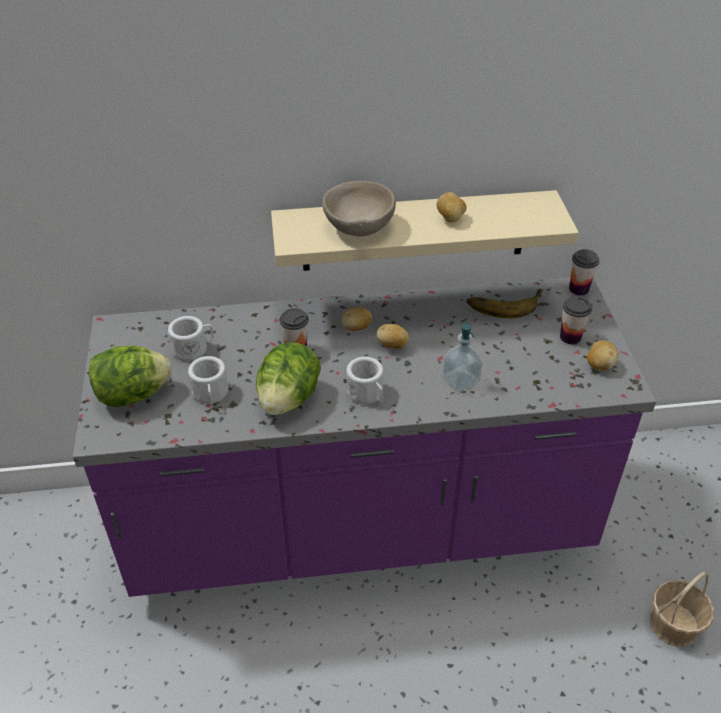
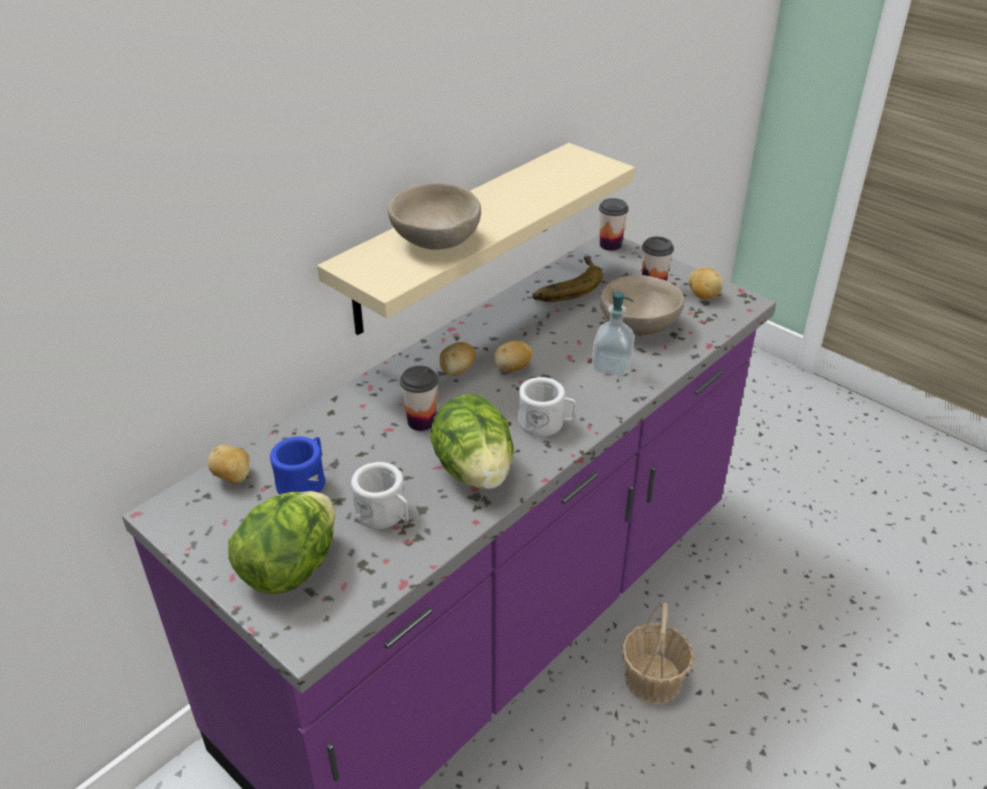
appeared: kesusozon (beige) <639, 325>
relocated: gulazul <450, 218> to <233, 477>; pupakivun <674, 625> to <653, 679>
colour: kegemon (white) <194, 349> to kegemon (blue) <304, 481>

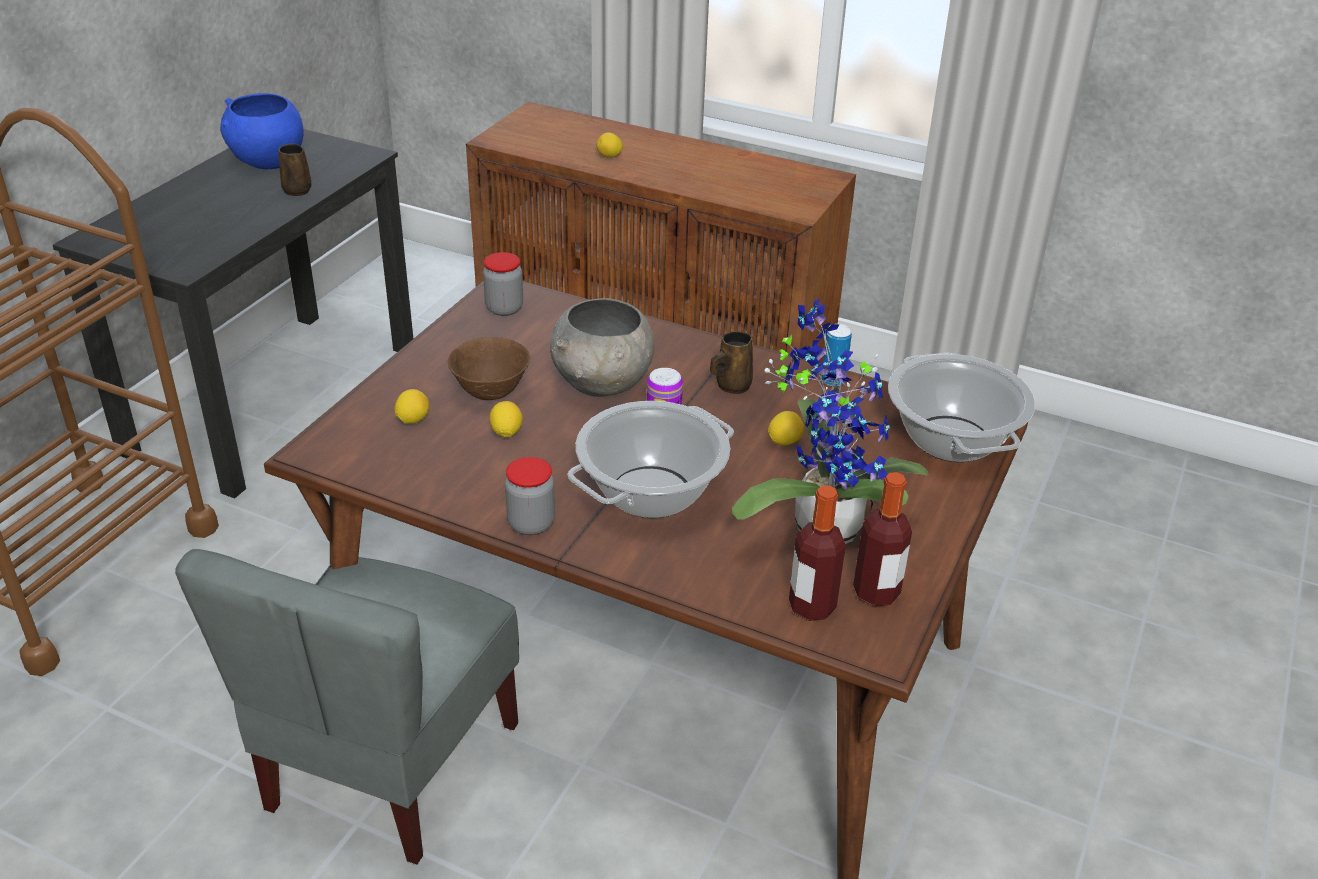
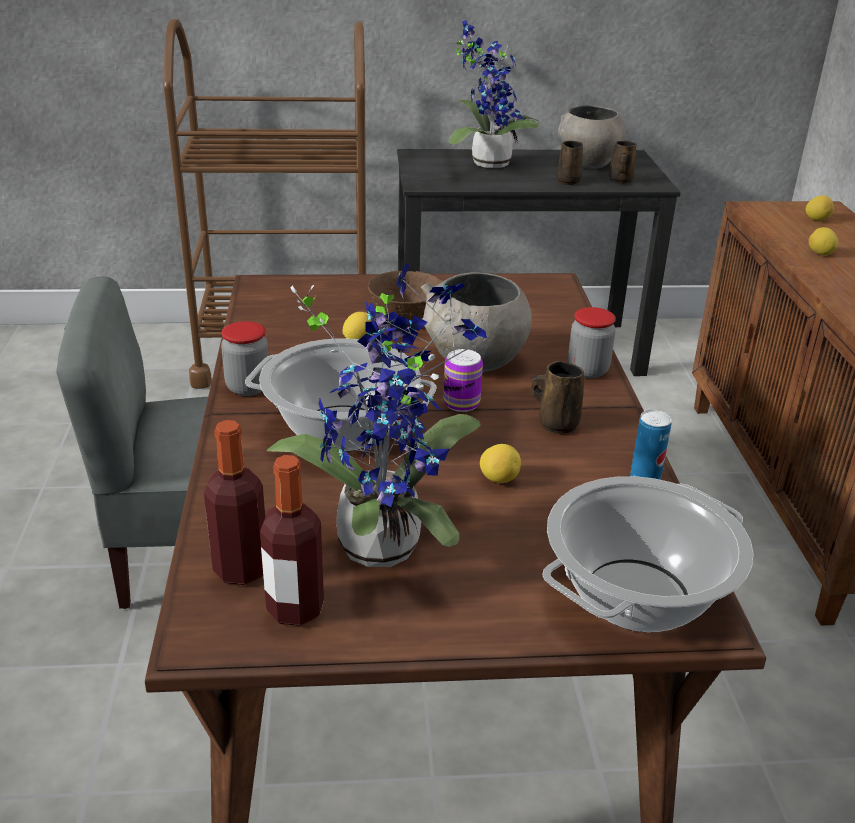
appeared: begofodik <486, 162>; kegemon (brown) <620, 181>
relocated: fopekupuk <504, 308> to <588, 370>; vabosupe <413, 420> to <816, 219>
colour: kesusozon (blue) <268, 162> to kesusozon (grey) <587, 163>

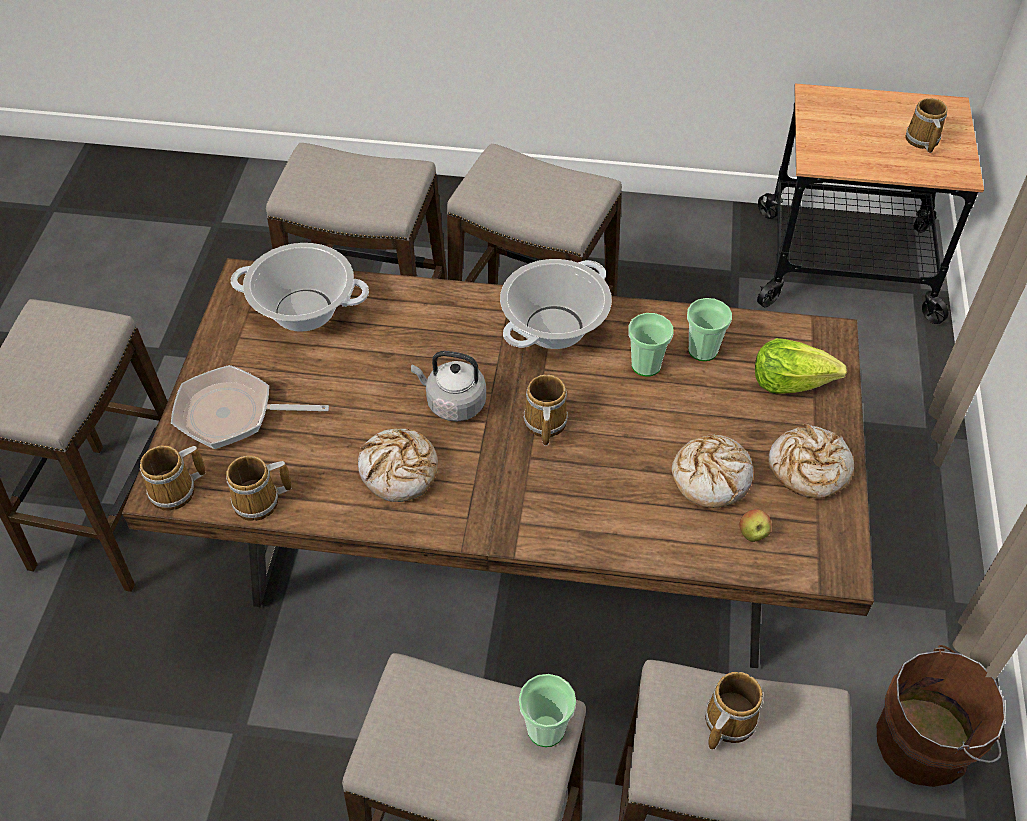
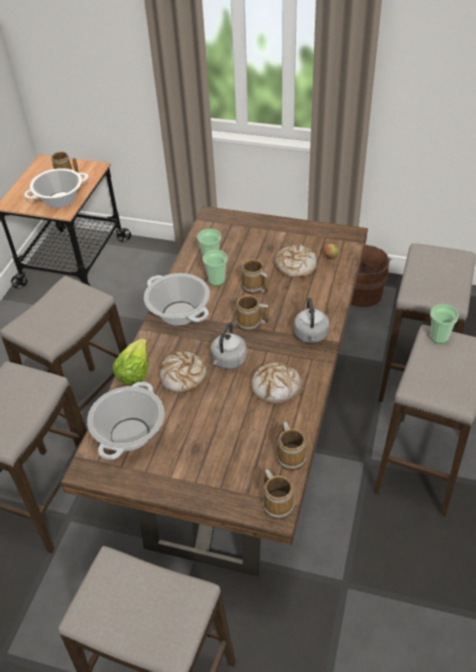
missing: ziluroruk <232, 414>
appeared: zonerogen <60, 200>; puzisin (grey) <311, 335>
relocated: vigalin <791, 381> to <134, 371>; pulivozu <808, 469> to <183, 377>; kegemon <726, 721> to <254, 287>

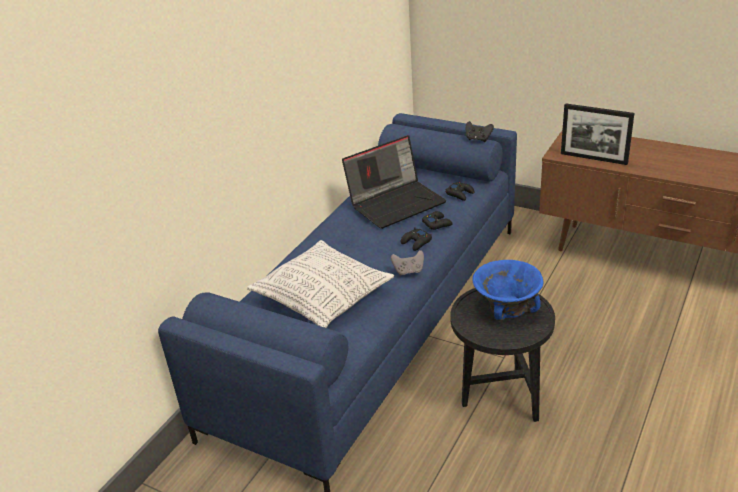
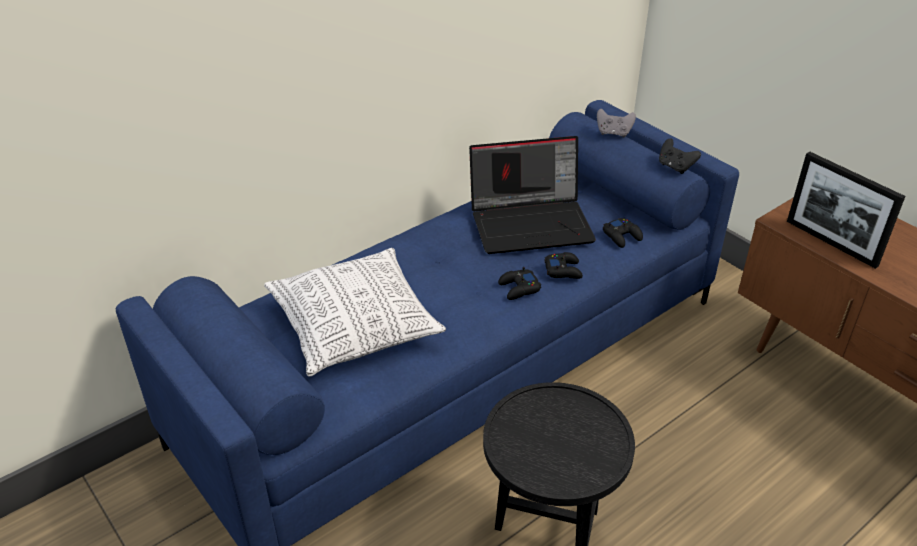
missing: kesusozon (blue) <507, 308>
relocated: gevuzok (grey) <408, 271> to <613, 133>

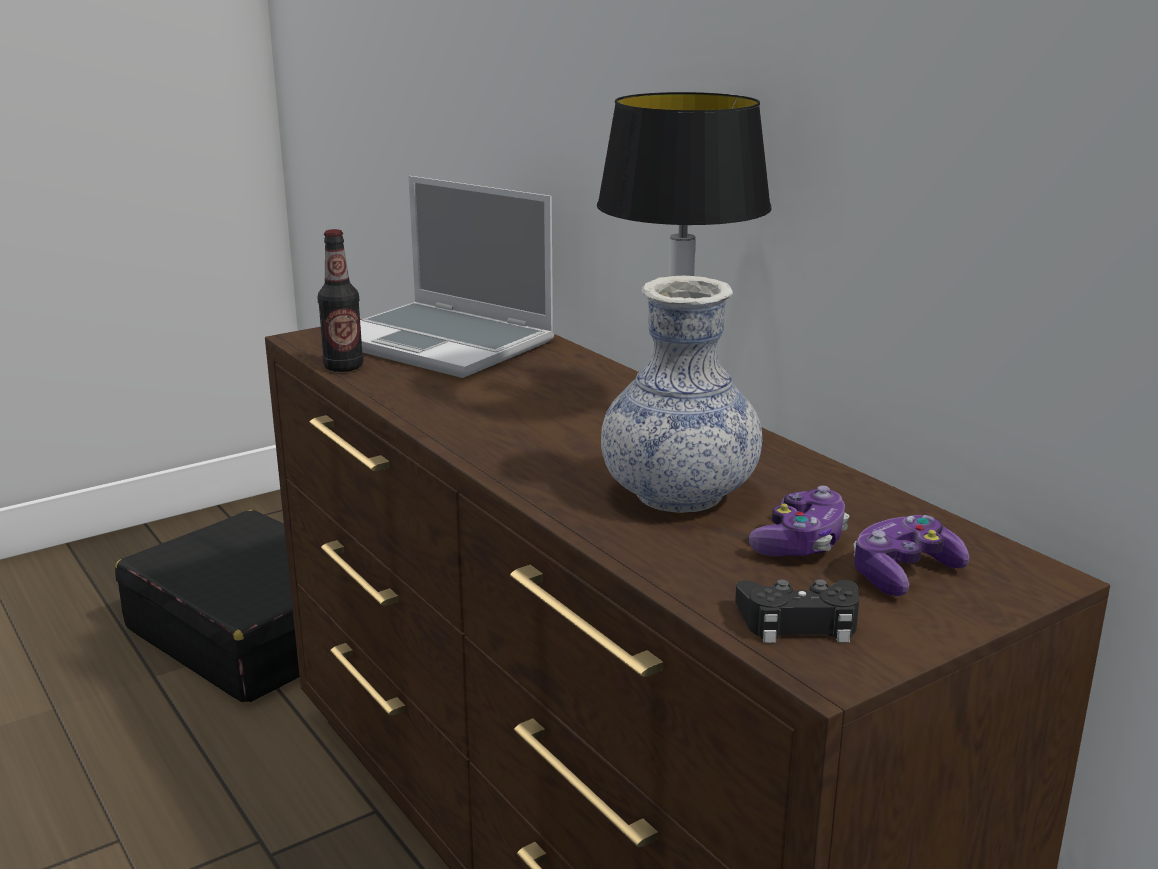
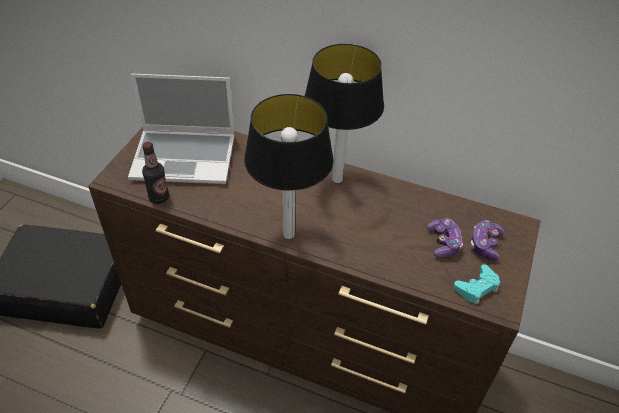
missing: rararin <679, 495>
appeared: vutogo <289, 234>
colour: gevuzok (black) <799, 622> to gevuzok (turquoise) <477, 288>

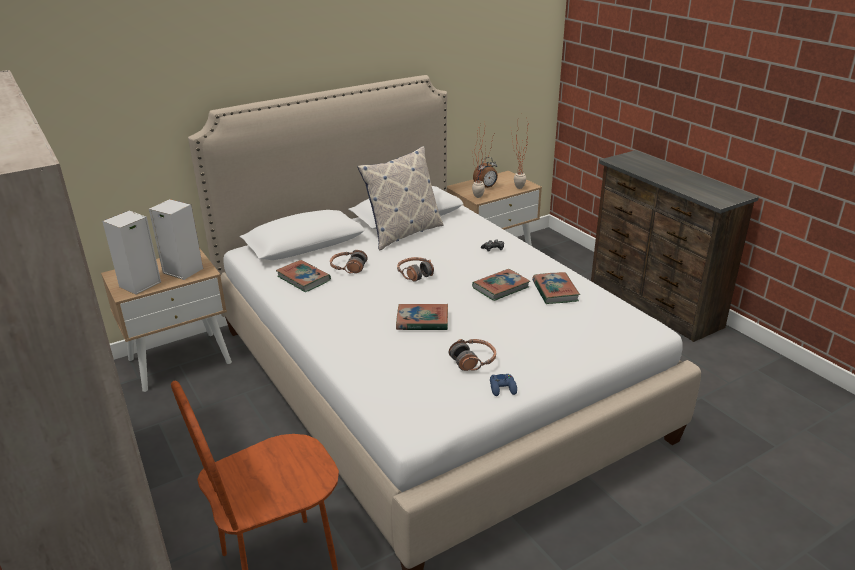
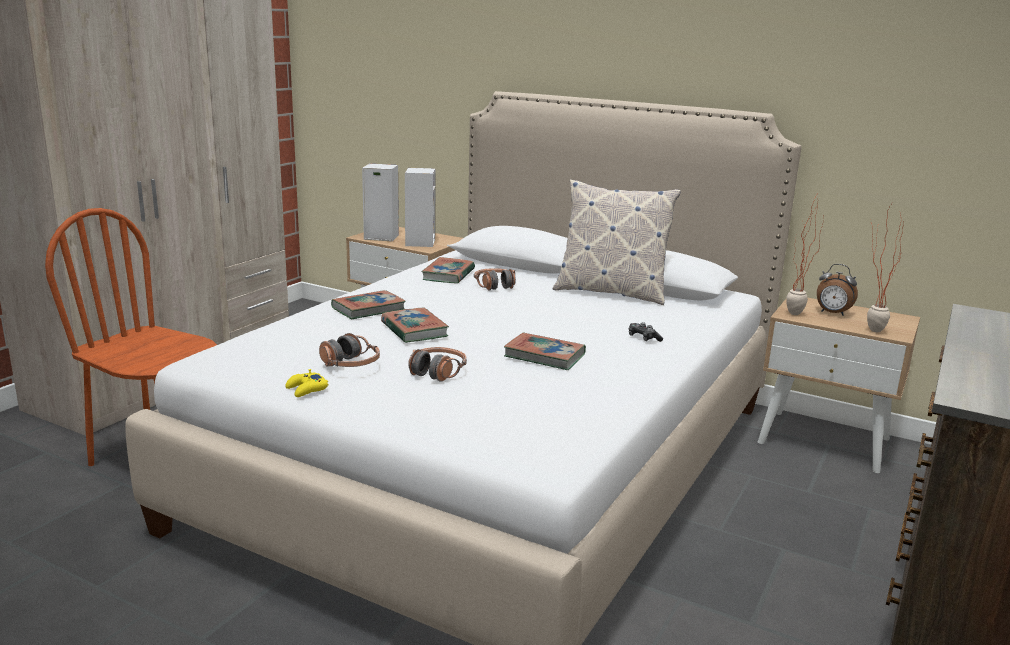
relocated: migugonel <415, 274> to <437, 372>; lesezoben <555, 291> to <368, 309>
colour: gevuzok (blue) <503, 388> to gevuzok (yellow) <306, 389>

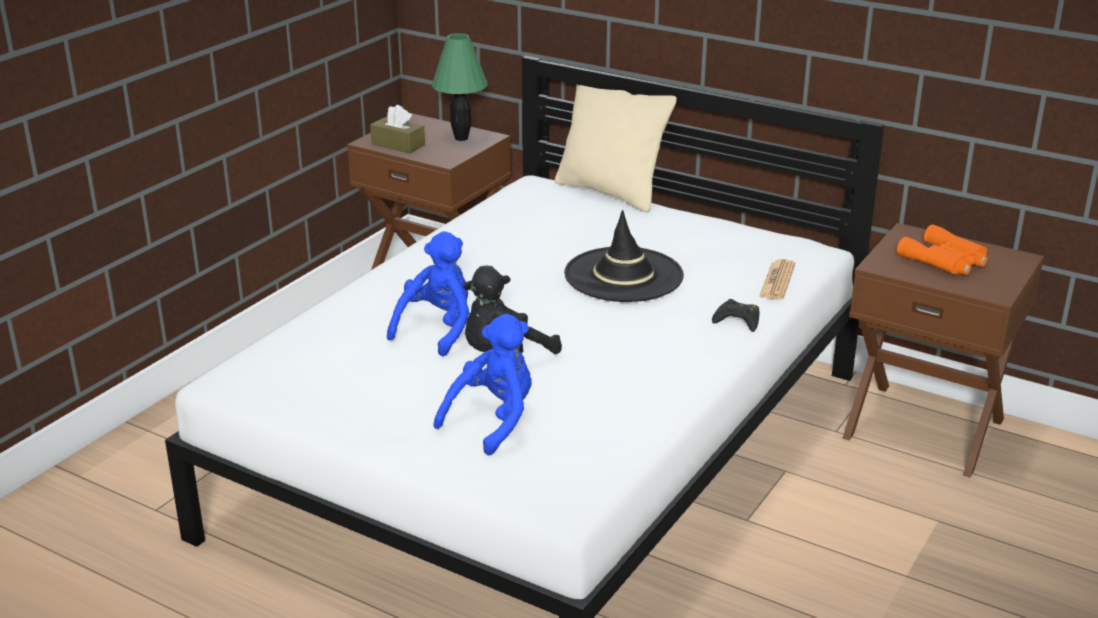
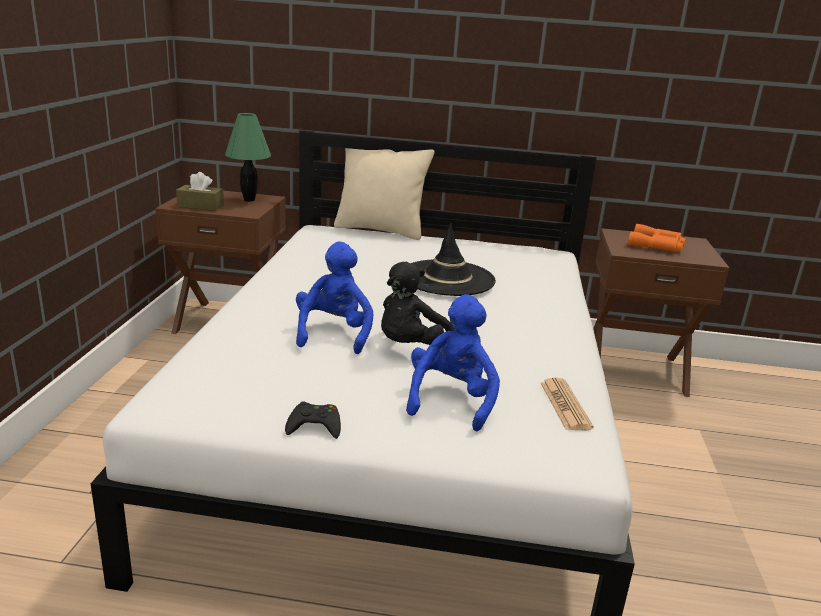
relocated: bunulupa <777, 281> to <565, 405>; gevuzok (black) <738, 320> to <315, 426>

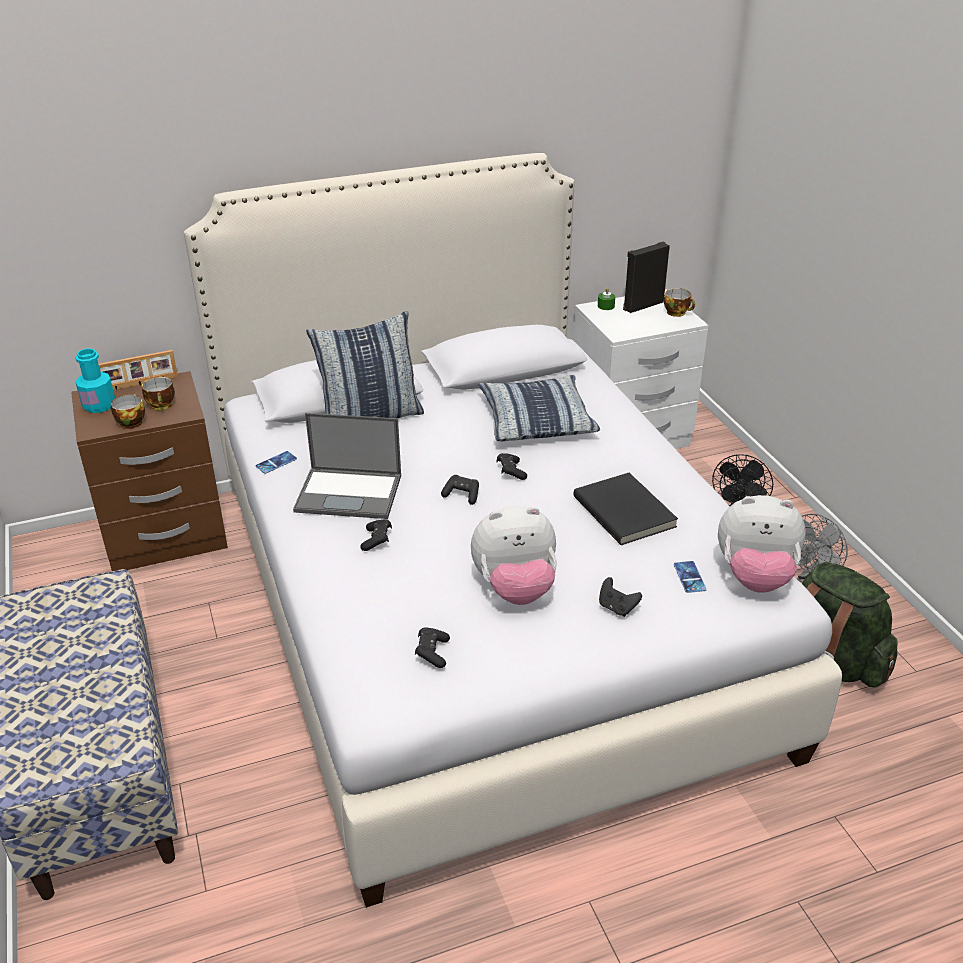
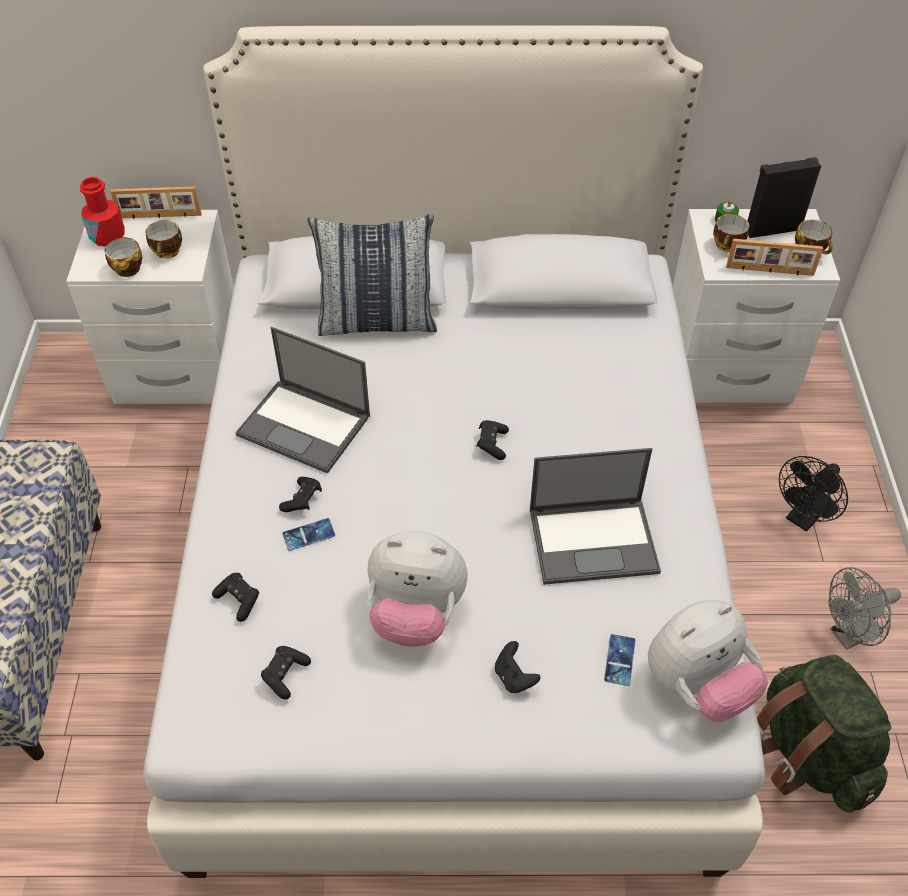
missing: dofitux <536, 420>
appeared: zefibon <728, 246>; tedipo <769, 271>
relocated: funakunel <276, 462> to <308, 534>; gevuzok (black) <462, 495> to <239, 600>
exchanged: lesezoben (black) <626, 511> to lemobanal <594, 540>
colour: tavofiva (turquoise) <99, 405> to tavofiva (red) <108, 236>; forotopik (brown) <166, 536> to forotopik (white) <180, 372>
spun: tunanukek <755, 577> = <697, 685> 60 degrees counterclockwise

